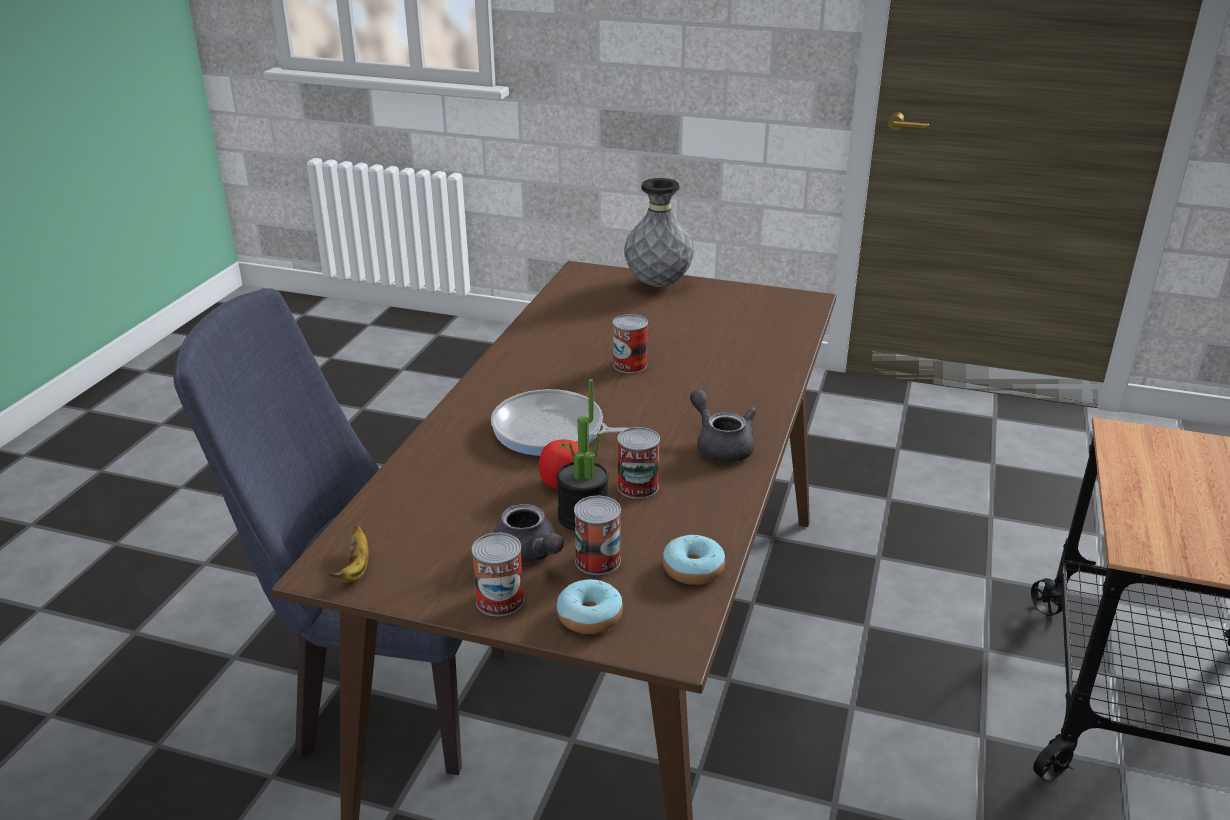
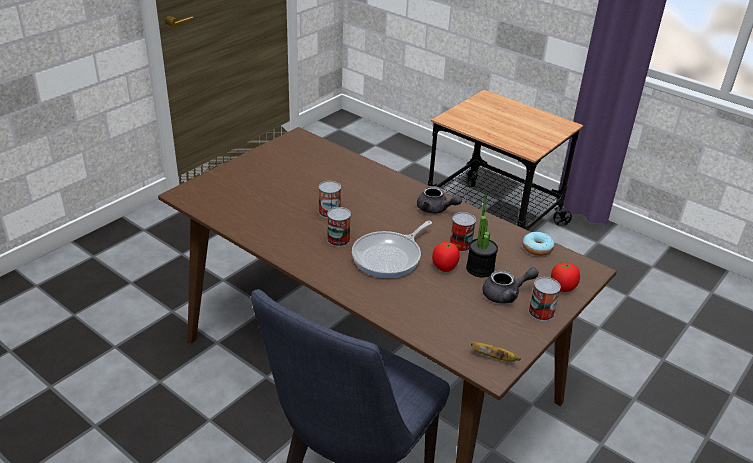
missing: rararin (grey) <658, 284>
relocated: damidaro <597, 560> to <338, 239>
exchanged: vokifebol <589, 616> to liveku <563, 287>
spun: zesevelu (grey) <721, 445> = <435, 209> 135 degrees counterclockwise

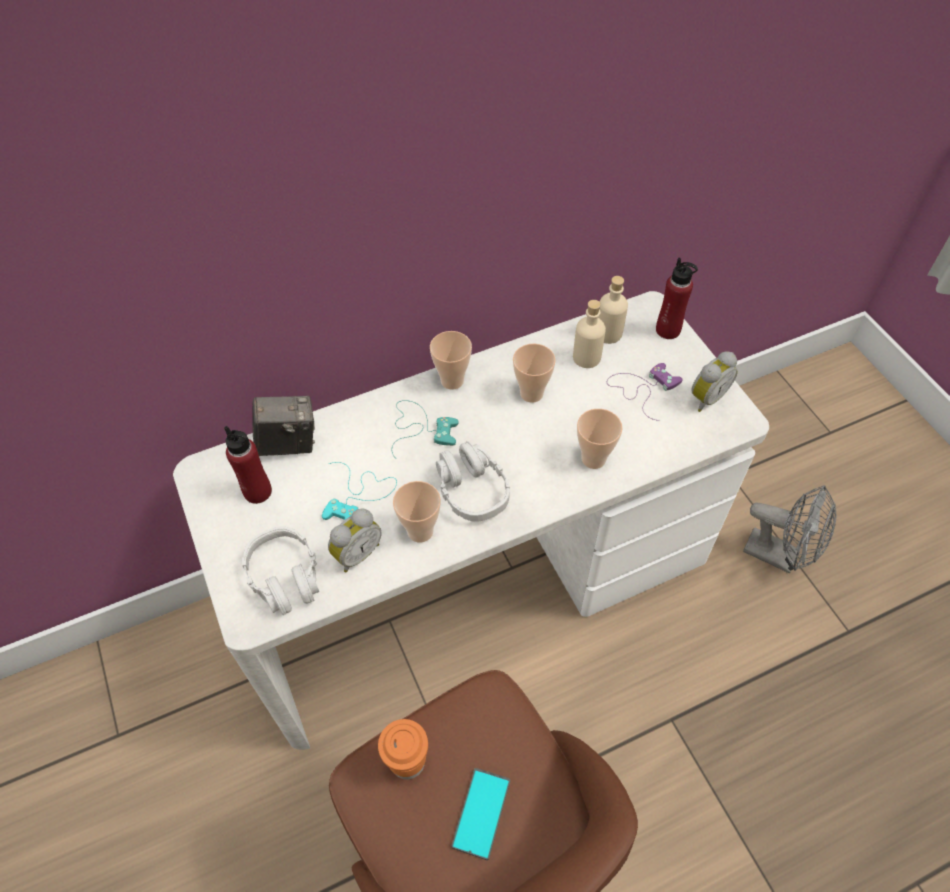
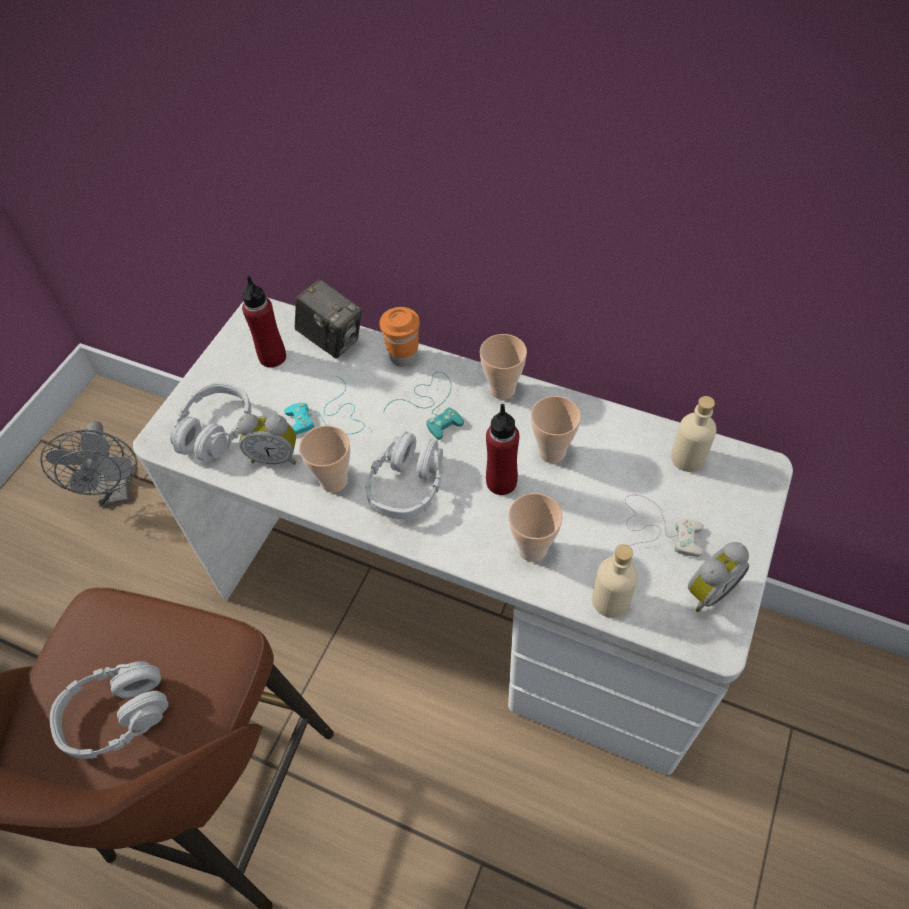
relocated: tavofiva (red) <668, 330> to <501, 482>; tavofiva (beige) <586, 357> to <610, 600>; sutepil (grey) <779, 555> to <116, 491>; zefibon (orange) <407, 762> to <403, 357>
exchanged: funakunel <481, 813> to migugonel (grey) <116, 715>
colour: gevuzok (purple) <643, 388> to gevuzok (white) <656, 530>
spun: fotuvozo <705, 397> = <707, 590> 45 degrees counterclockwise

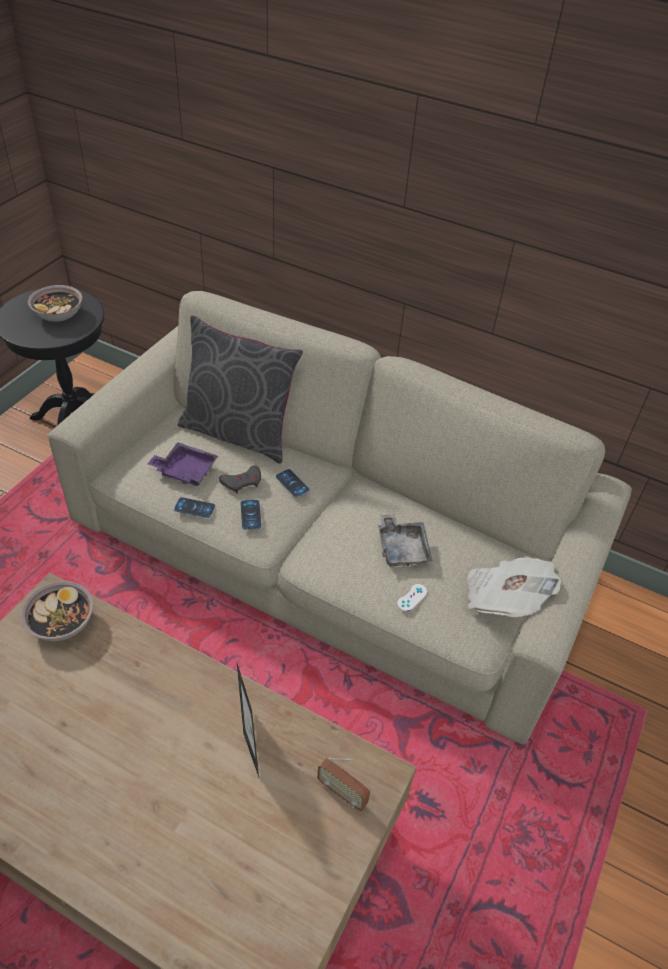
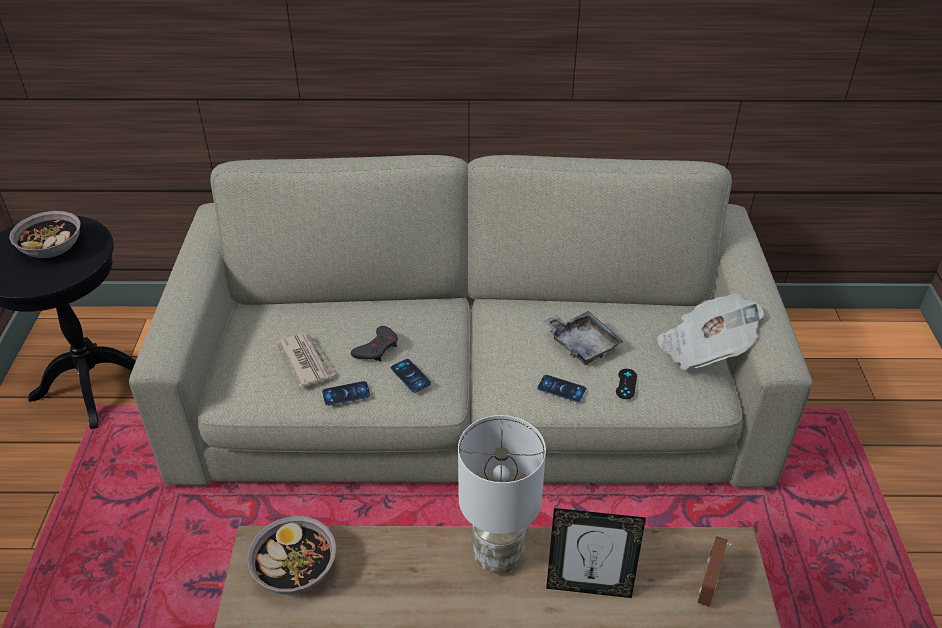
missing: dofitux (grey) <238, 432>
appeared: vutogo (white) <497, 555>
relocated: funakunel <292, 483> to <561, 389>
exchanged: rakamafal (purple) <185, 470> to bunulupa <306, 361>
colour: gevuzok (white) <412, 597> to gevuzok (black) <626, 384>
spun: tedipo <249, 743> = <588, 587> 135 degrees clockwise; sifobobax <342, 792> = <709, 584> 105 degrees clockwise

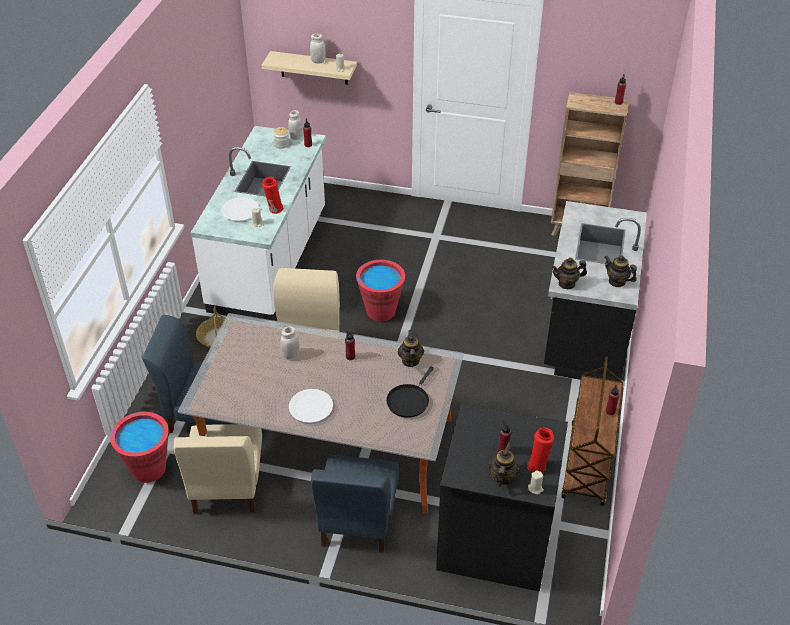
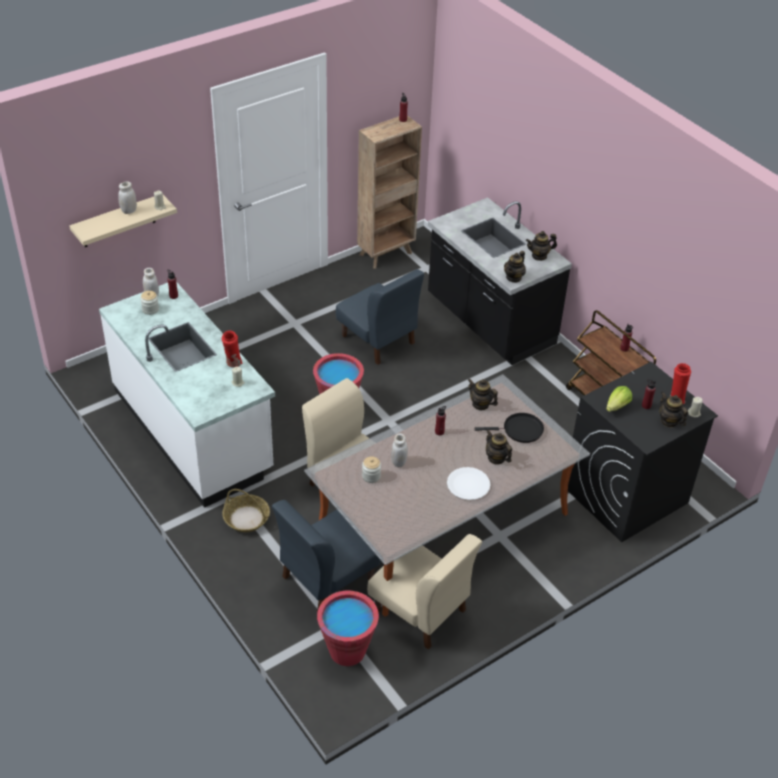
missing: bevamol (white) <240, 210>
appeared: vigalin <617, 406>; zesevelu <496, 458>; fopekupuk <371, 476>
relocated: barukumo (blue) <357, 520> to <378, 340>
spun: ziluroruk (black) <409, 400> = <520, 430> 75 degrees counterclockwise

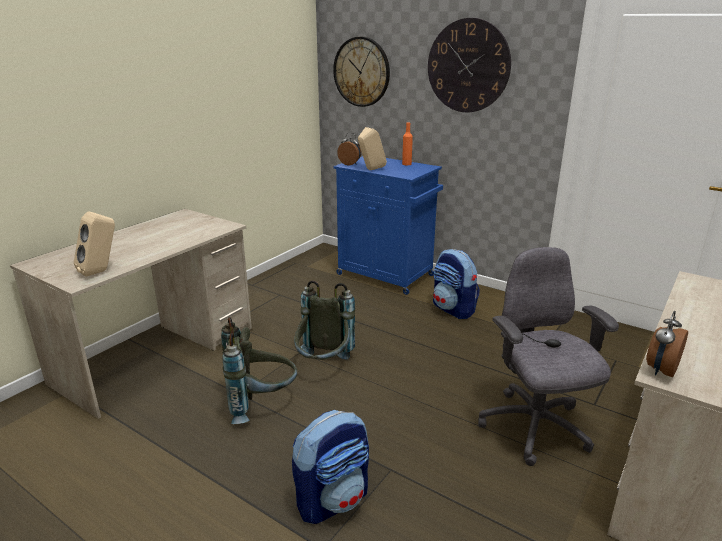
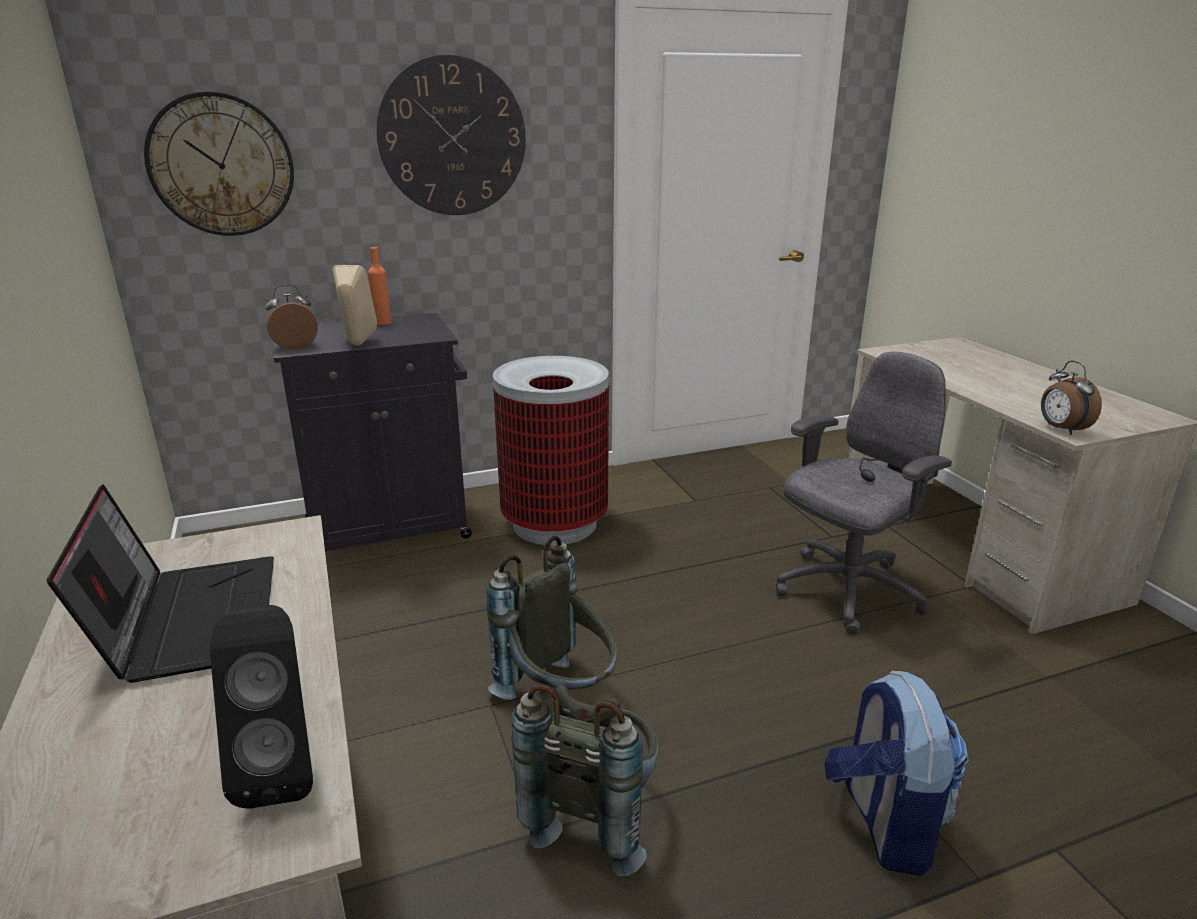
appeared: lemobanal <189, 618>
exchanged: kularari <453, 309> to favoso <555, 523>
colour: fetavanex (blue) <387, 275> to fetavanex (black) <391, 528>; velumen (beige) <101, 271> to velumen (black) <283, 768>
spun: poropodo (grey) <534, 428> = <846, 591> 120 degrees clockwise

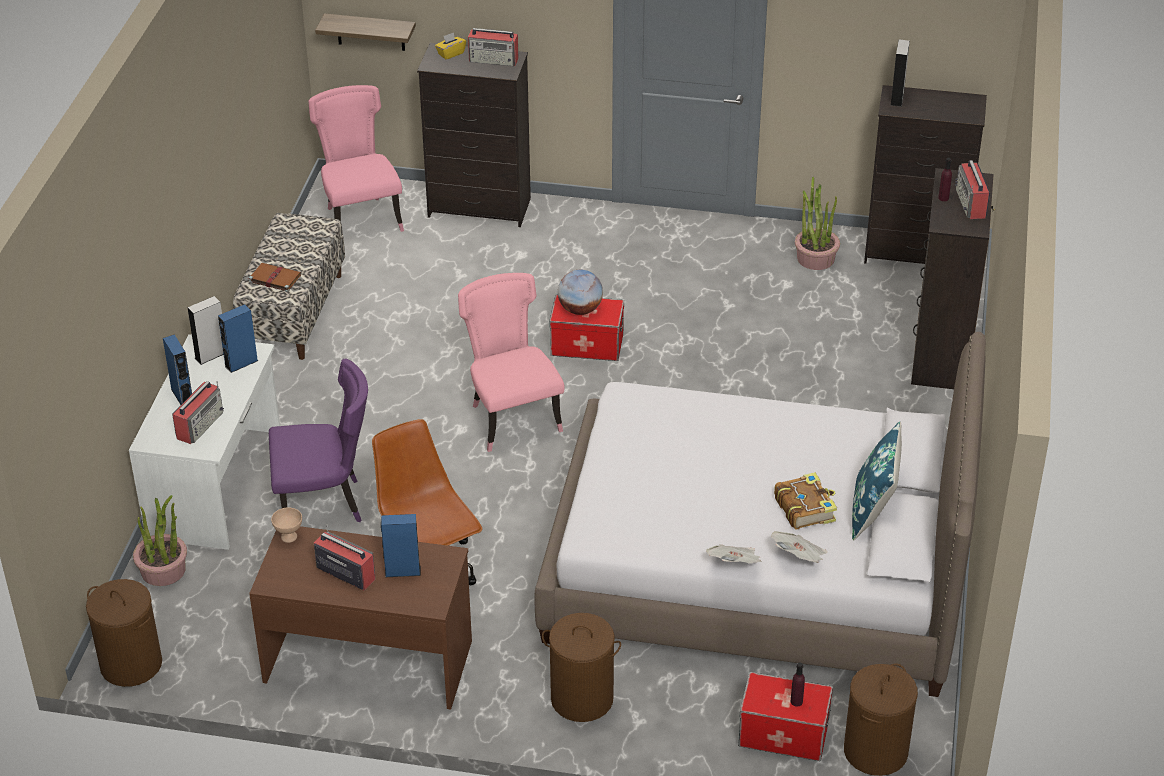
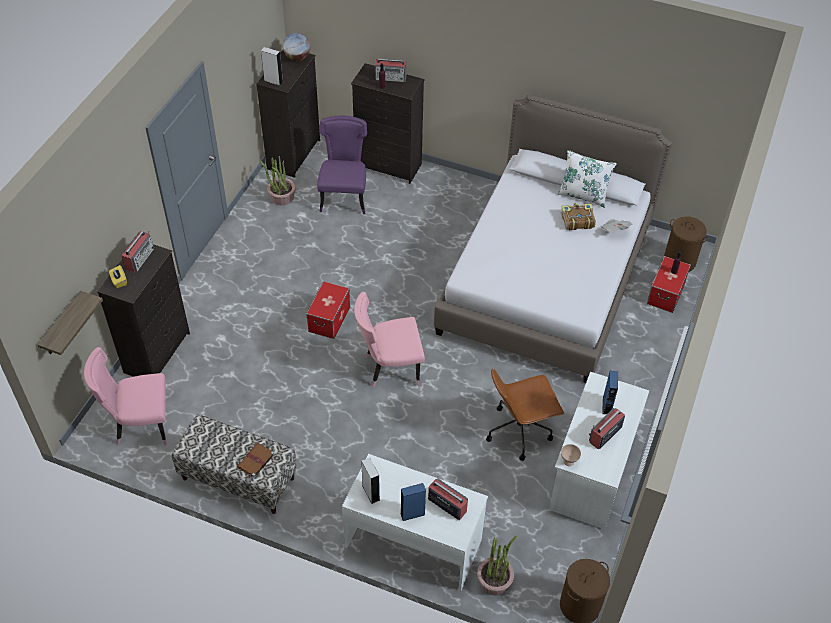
missing: velumen (blue) <241, 363>; bunulupa <735, 564>; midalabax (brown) <581, 699>
relocated: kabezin <580, 310> to <297, 58>; barukumo (purple) <325, 504> to <344, 197>
colour: dofitux (blue) <873, 511> to dofitux (white) <583, 195>; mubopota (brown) <368, 660> to mubopota (white) <592, 470>

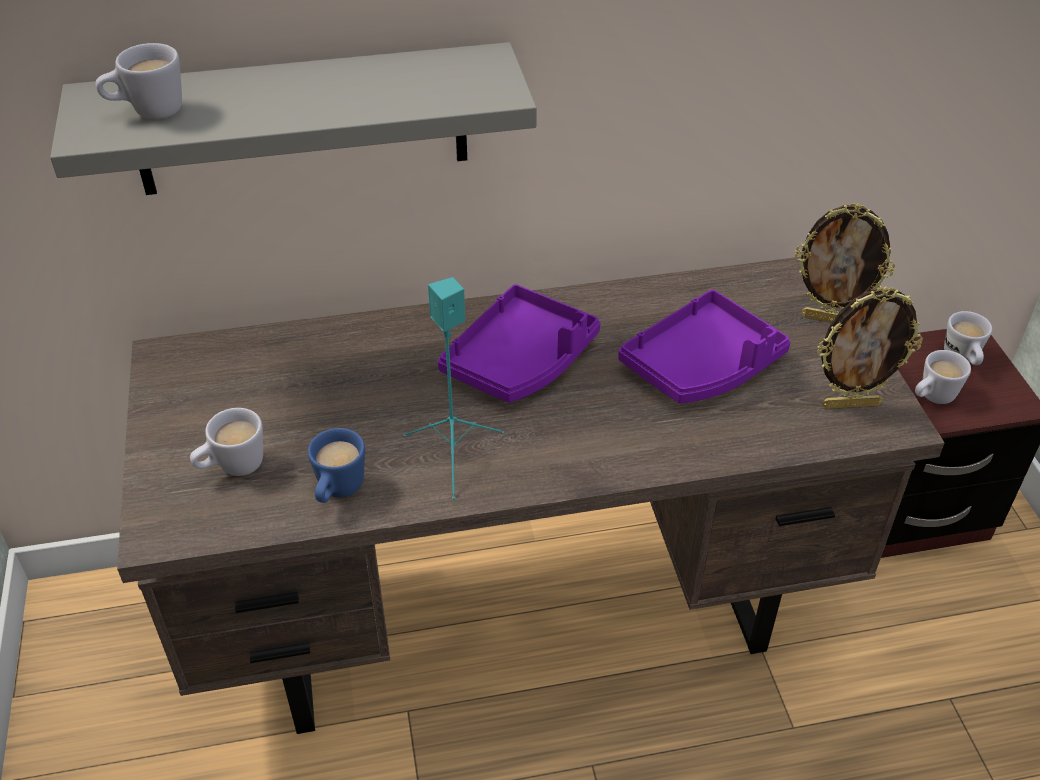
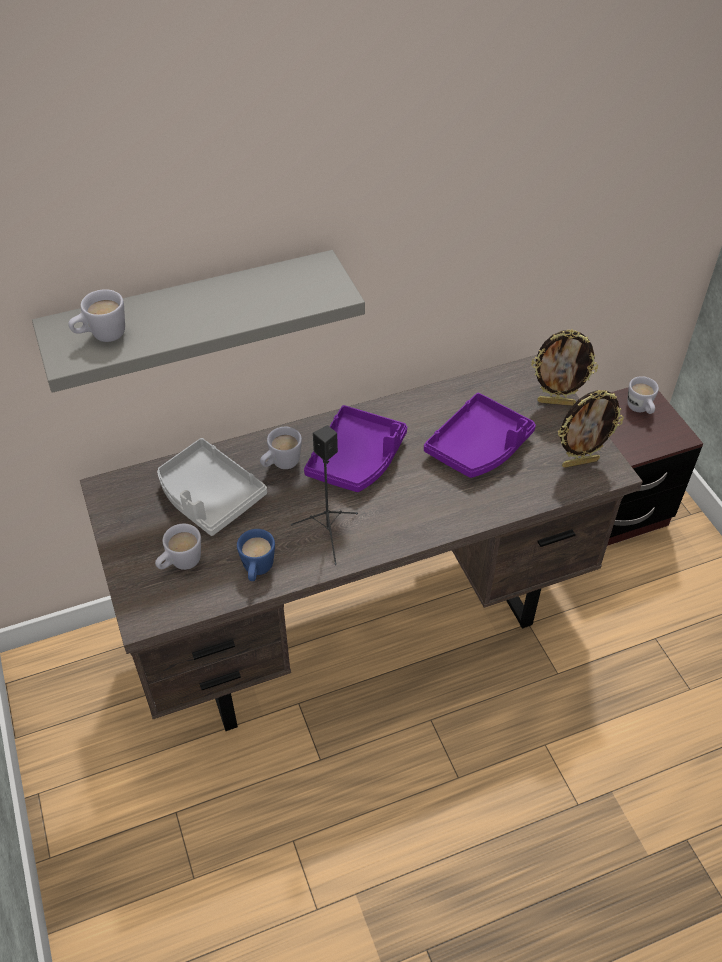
appeared: rakamafal (grey) <209, 496>
relocated: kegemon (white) <931, 397> to <281, 464>
colour: velumen (turquoise) <454, 455> to velumen (black) <328, 534>

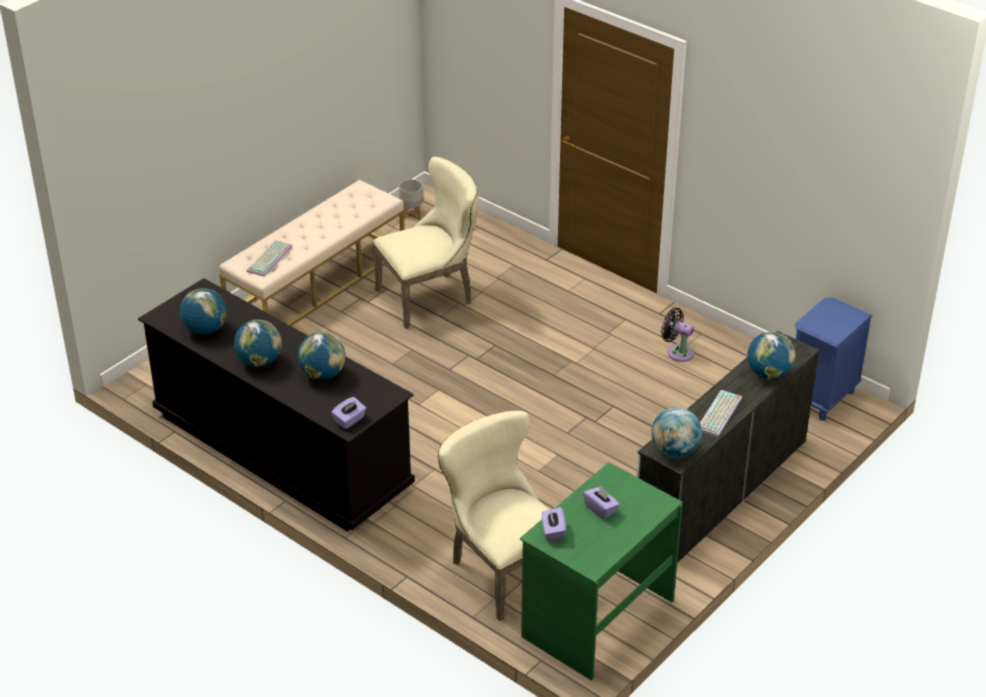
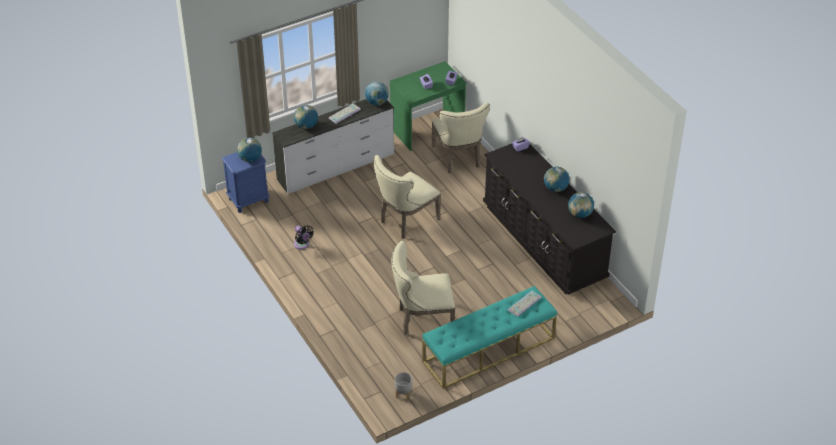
appeared: barukumo (beige) <406, 221>
relocated: kabezin <322, 374> to <250, 159>
colour: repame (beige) <317, 282> to repame (turquoise) <488, 350>

